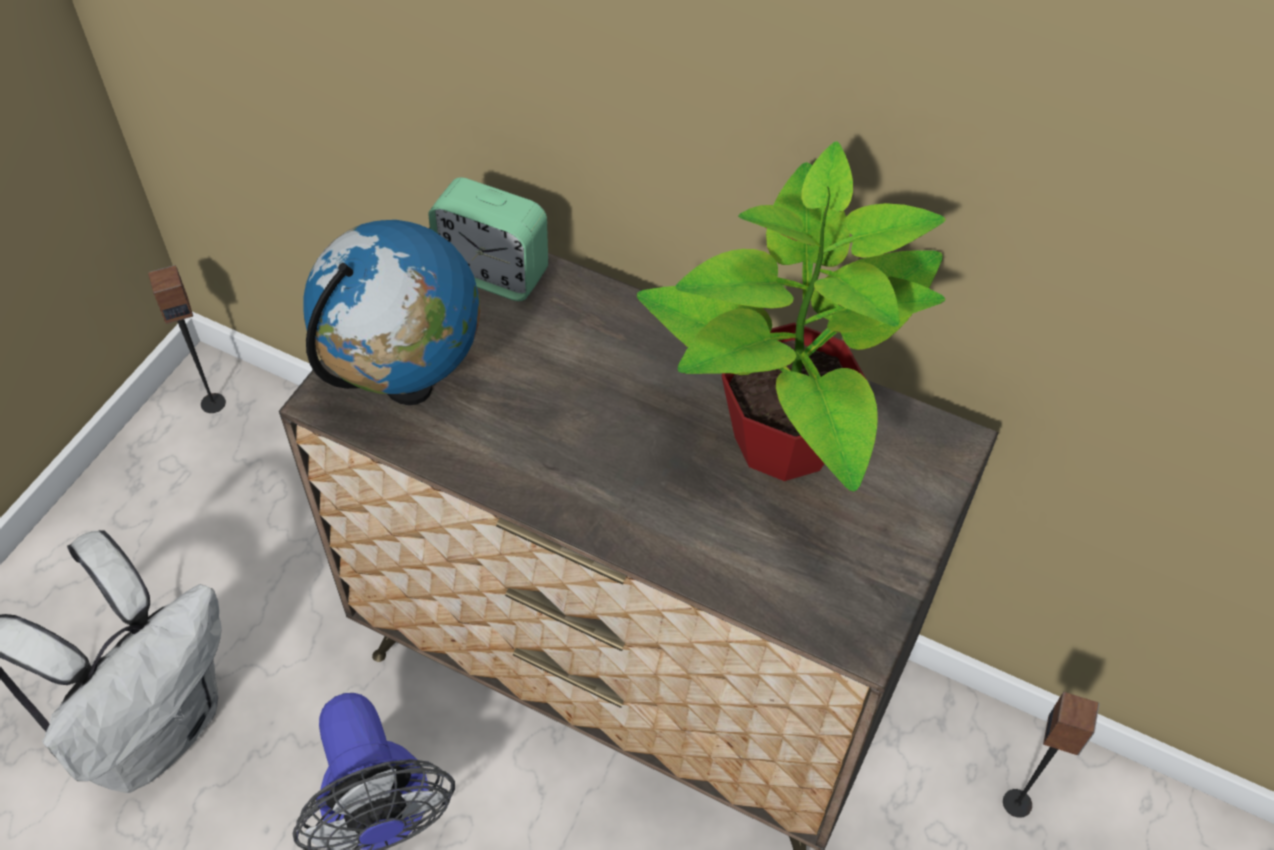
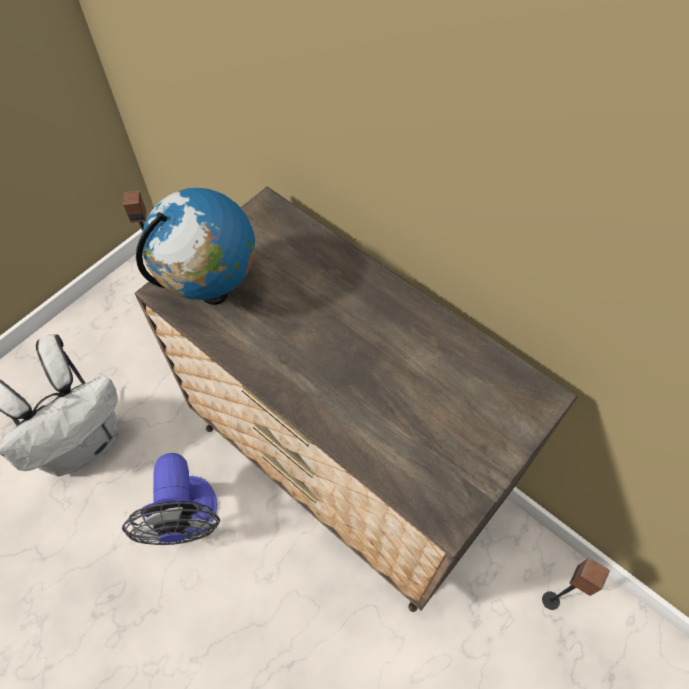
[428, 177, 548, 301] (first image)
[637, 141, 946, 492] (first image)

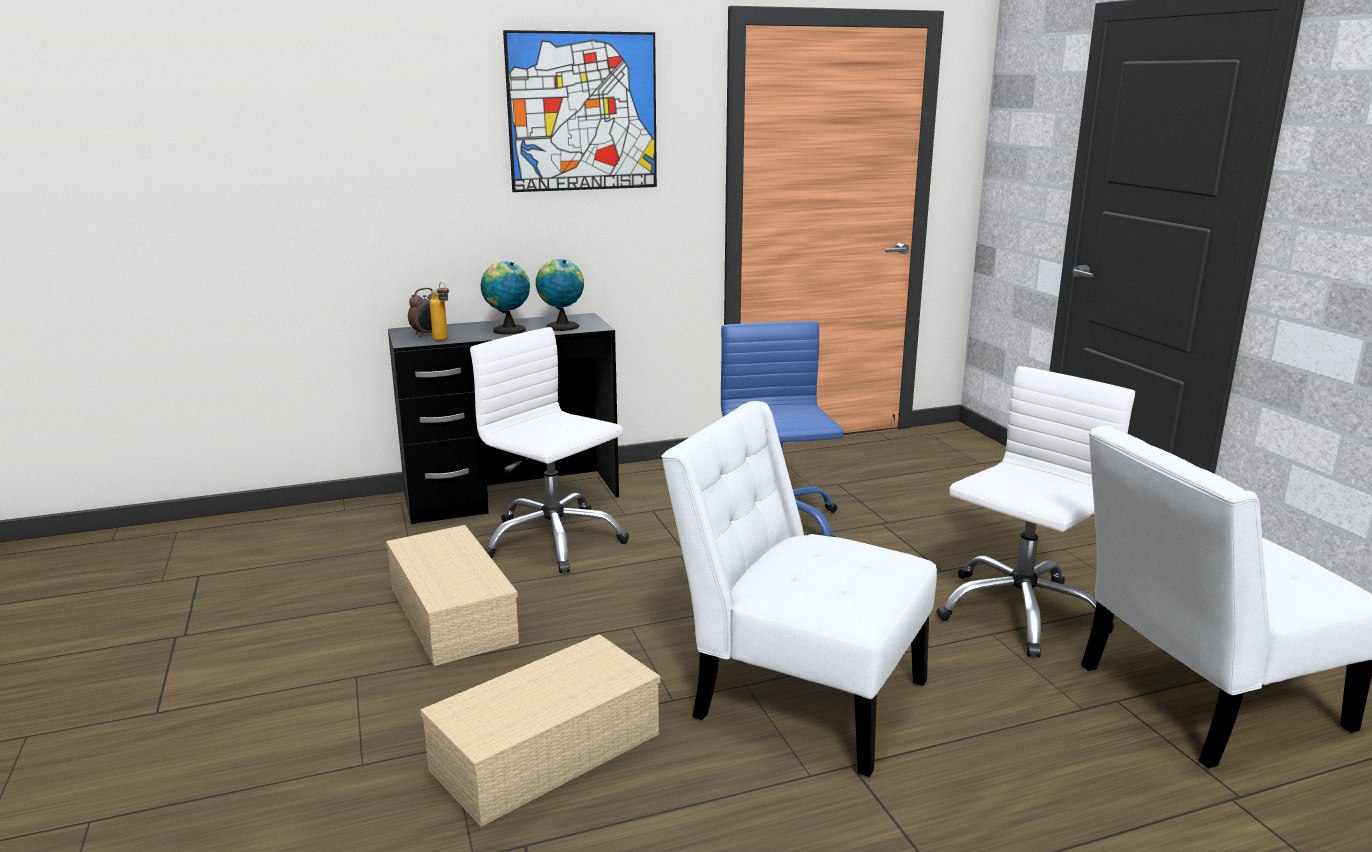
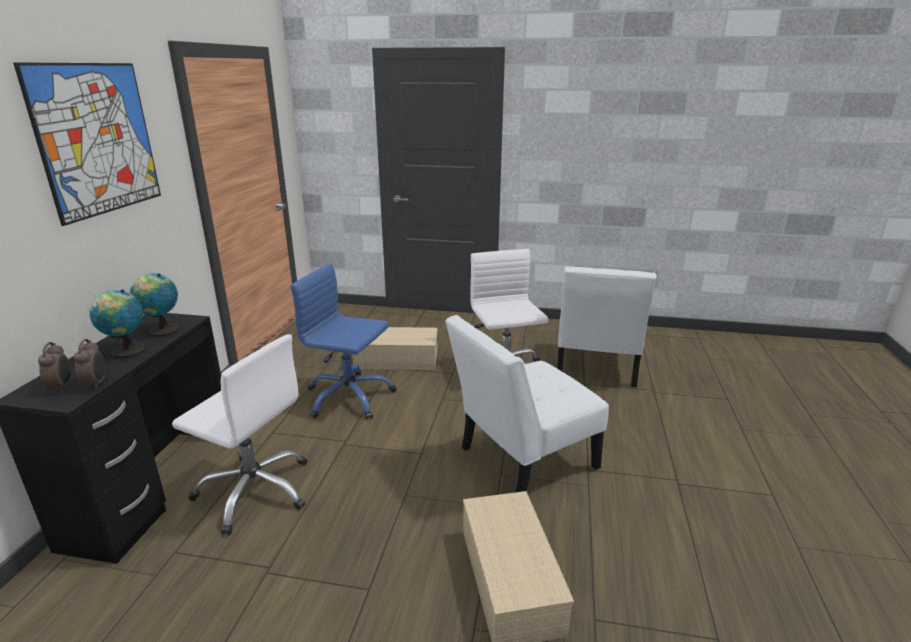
[352, 327, 438, 370]
[74, 339, 105, 389]
[172, 334, 307, 535]

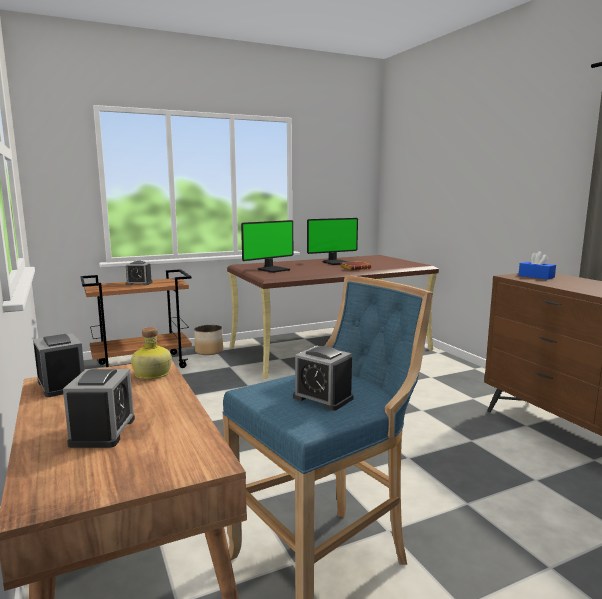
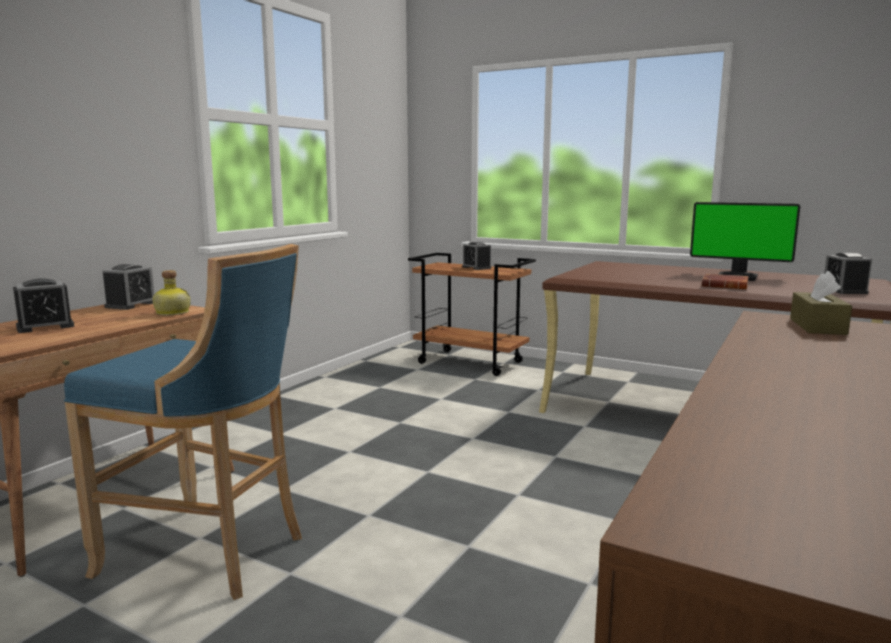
[194, 325, 223, 355] (first image)
[241, 220, 293, 273] (first image)
[824, 253, 872, 294]
[790, 271, 852, 335]

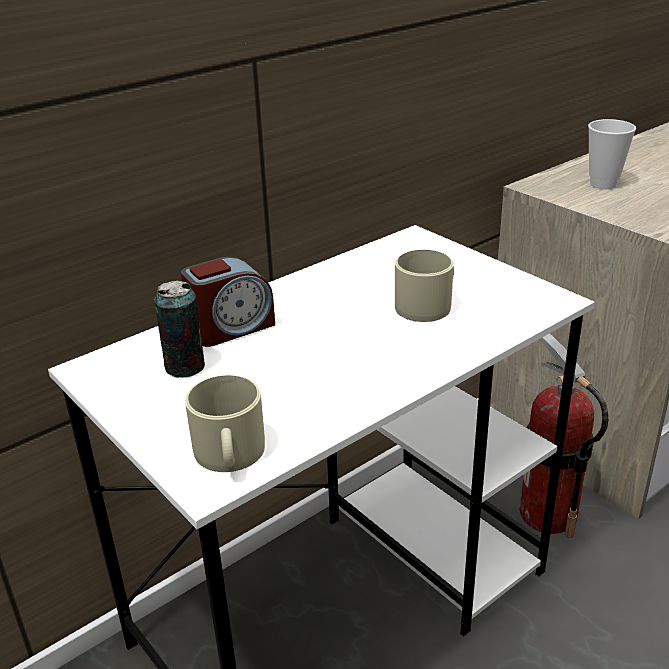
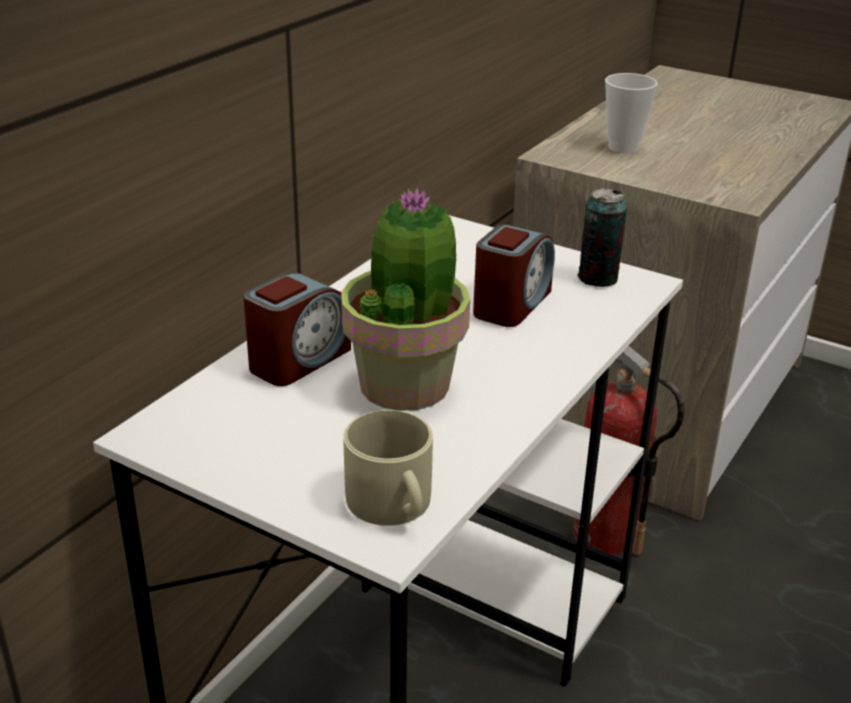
[577, 188, 627, 287]
[473, 224, 555, 327]
[341, 188, 470, 411]

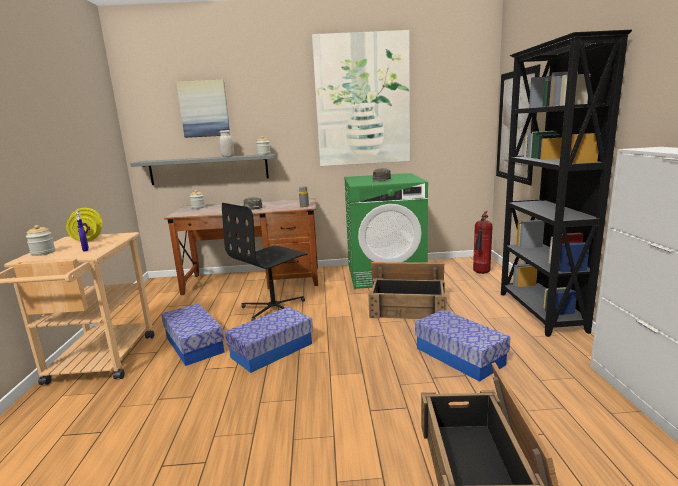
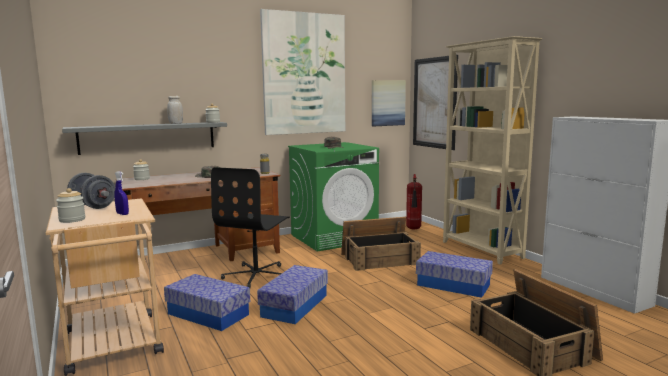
[67, 173, 115, 209]
[372, 80, 406, 127]
[443, 36, 543, 264]

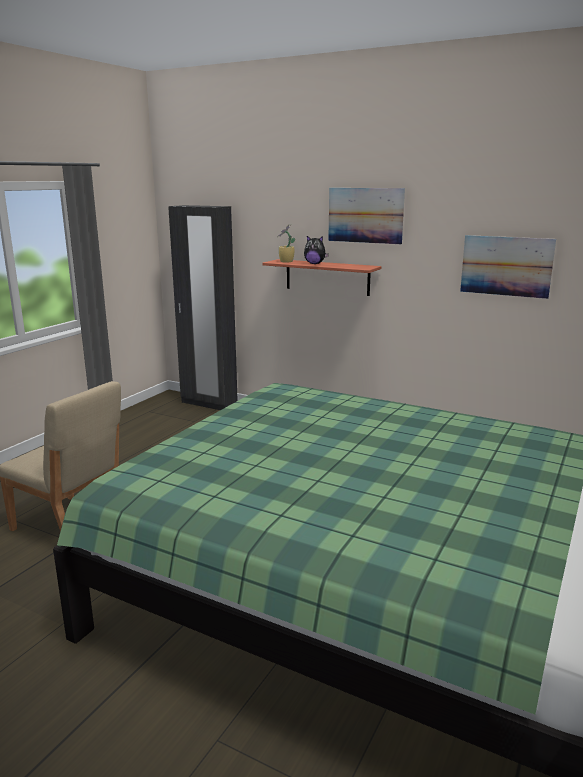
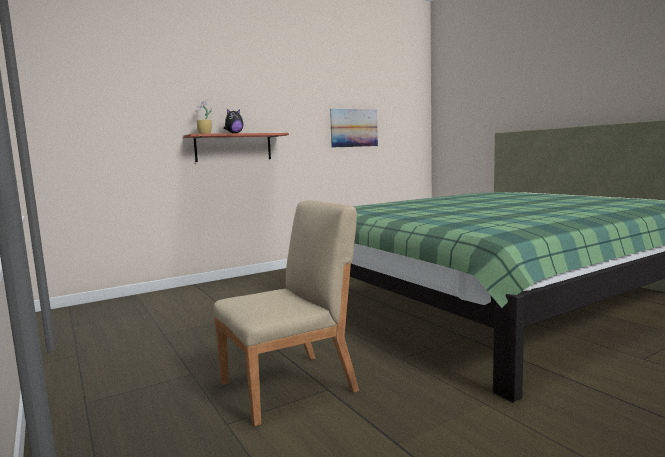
[168, 205, 238, 410] (first image)
[328, 188, 405, 244] (first image)

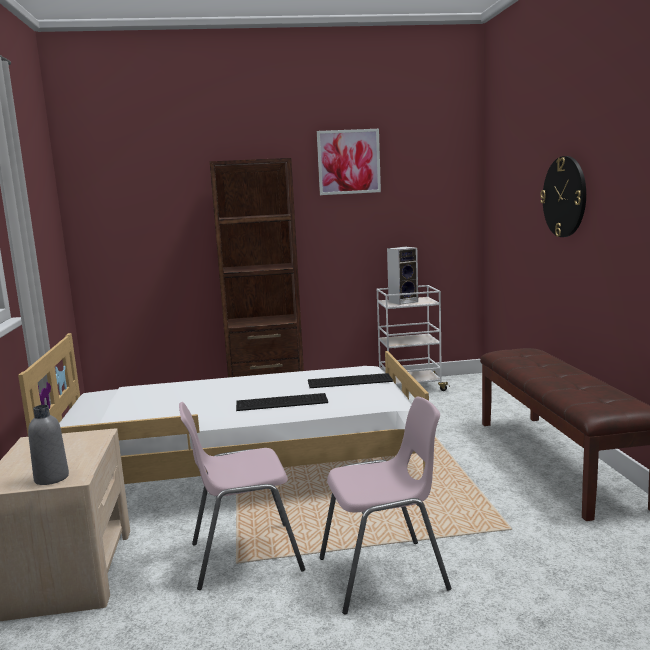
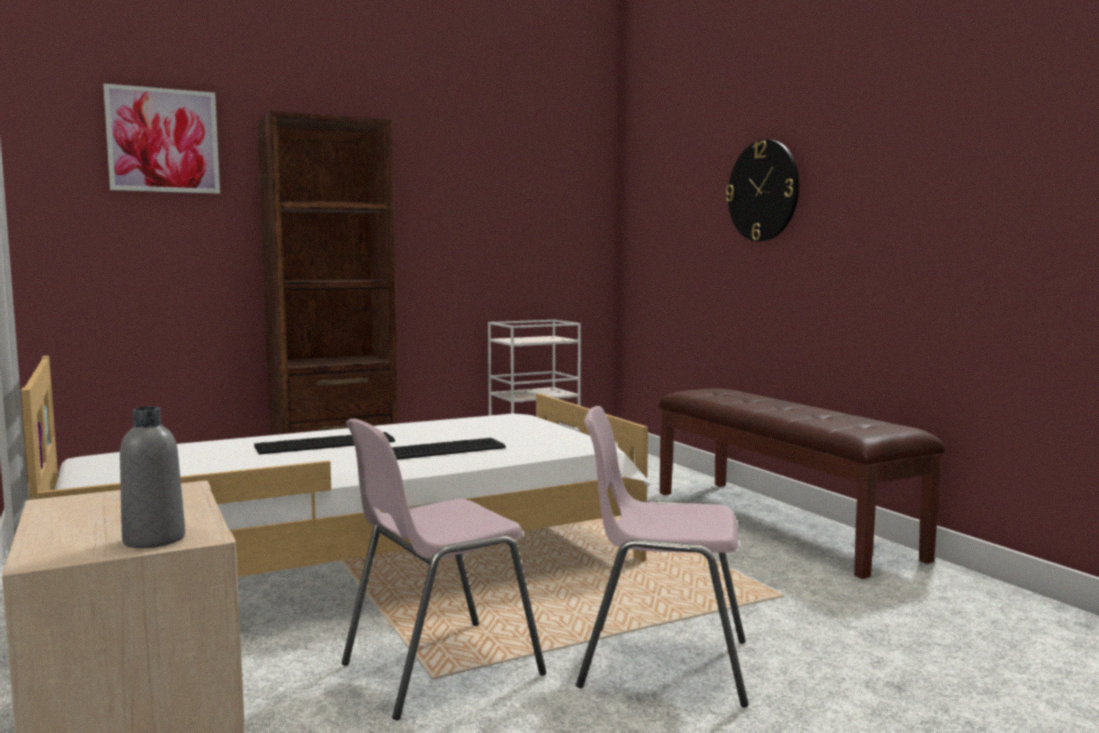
[254, 432, 395, 454]
[103, 83, 220, 194]
[576, 406, 748, 707]
[387, 247, 418, 305] (first image)

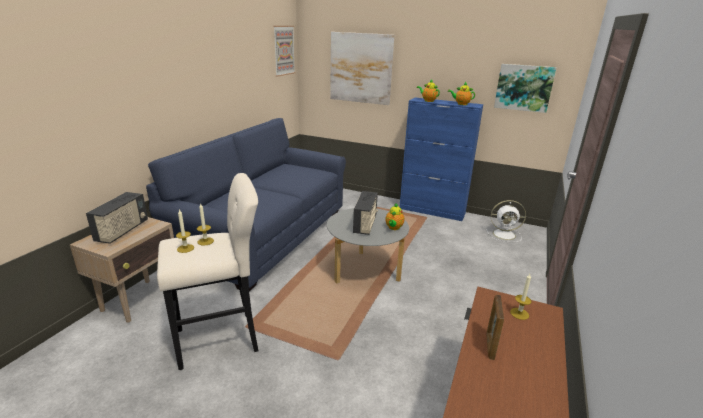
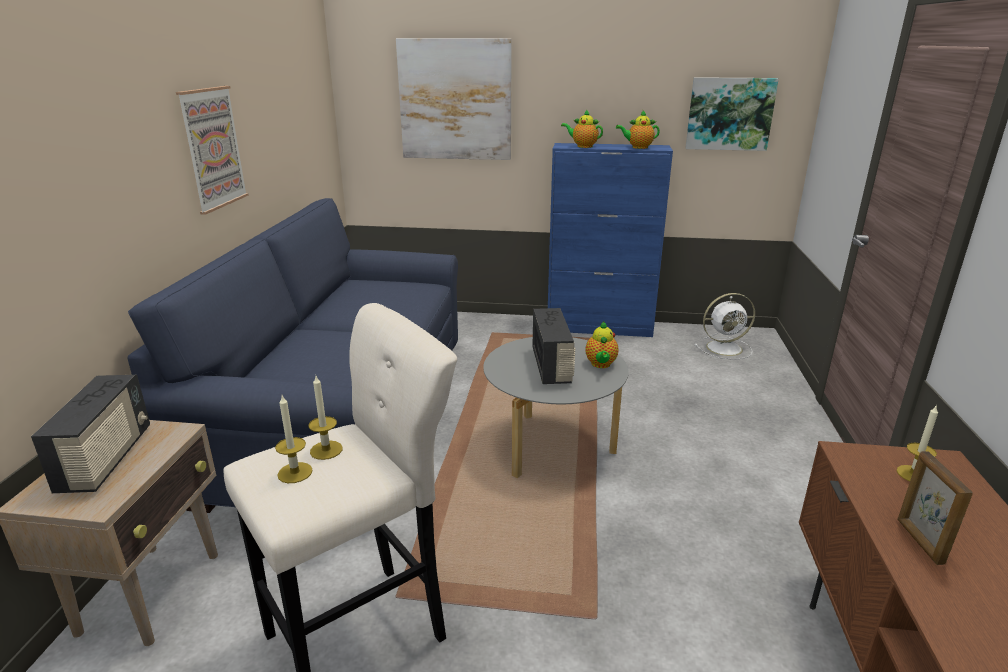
[176, 86, 248, 215]

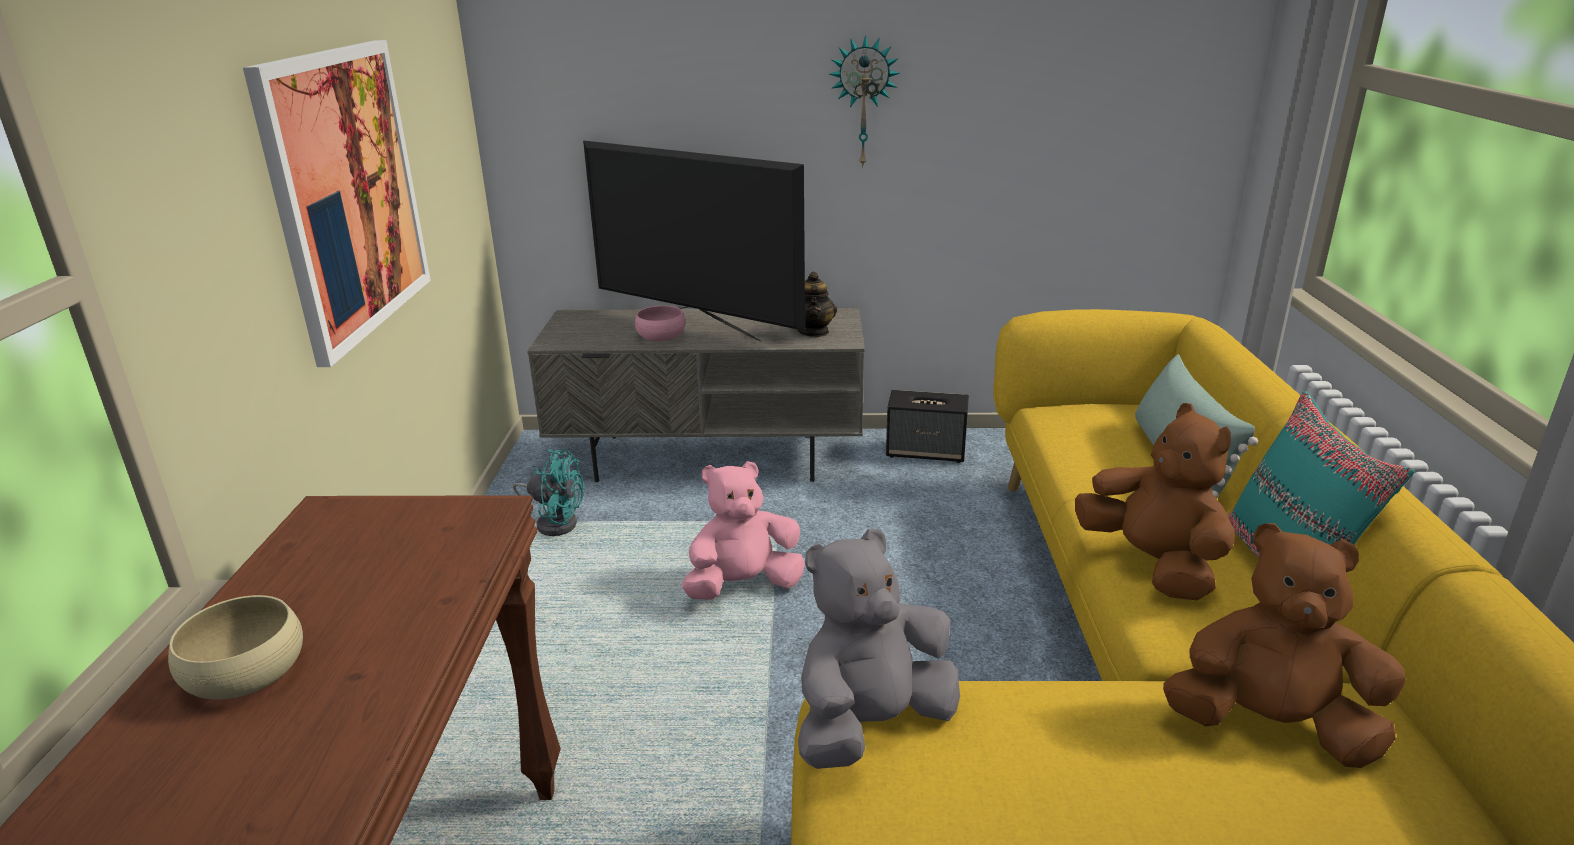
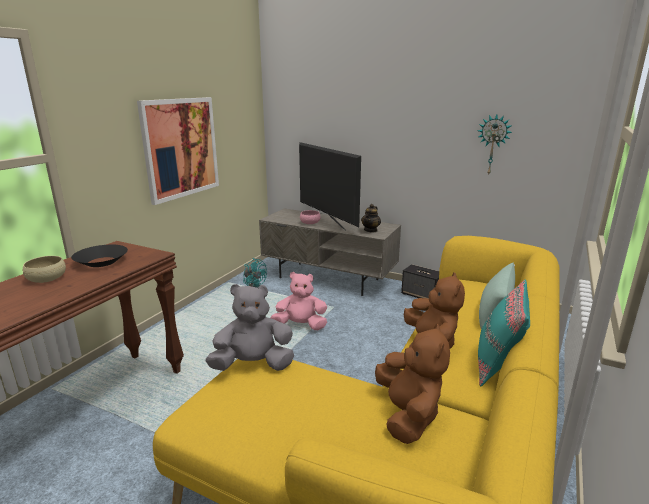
[478, 115, 512, 174]
[375, 324, 450, 444]
[71, 245, 128, 267]

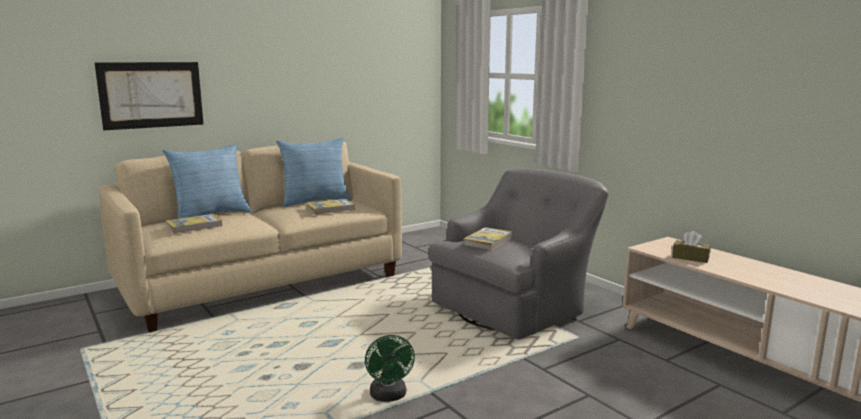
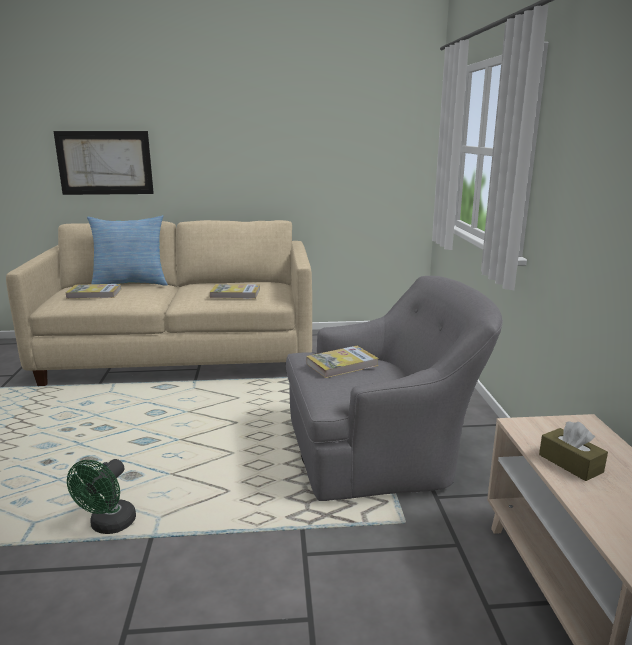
[276, 138, 352, 207] (first image)

